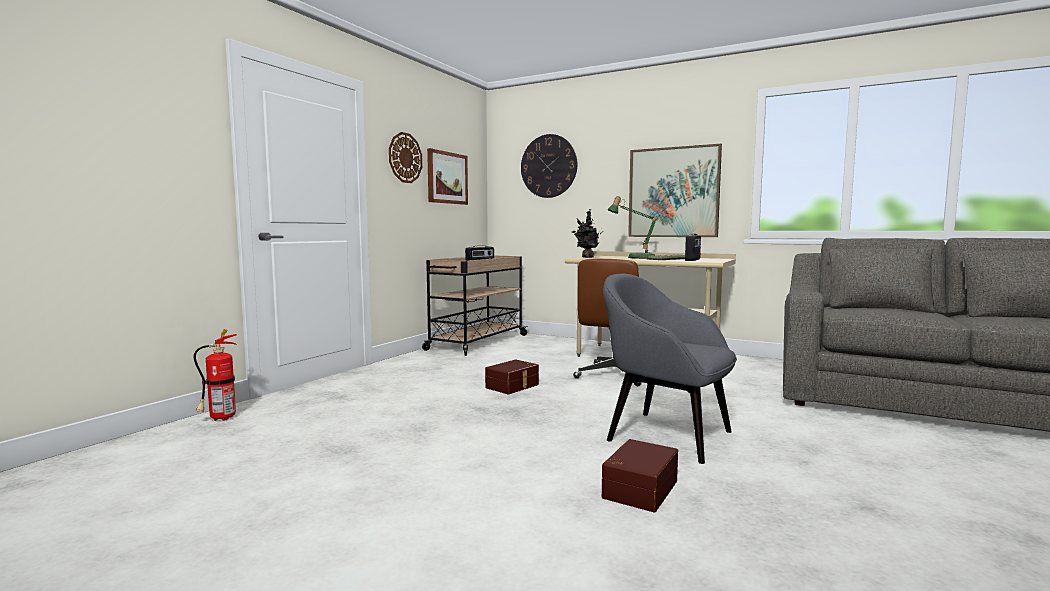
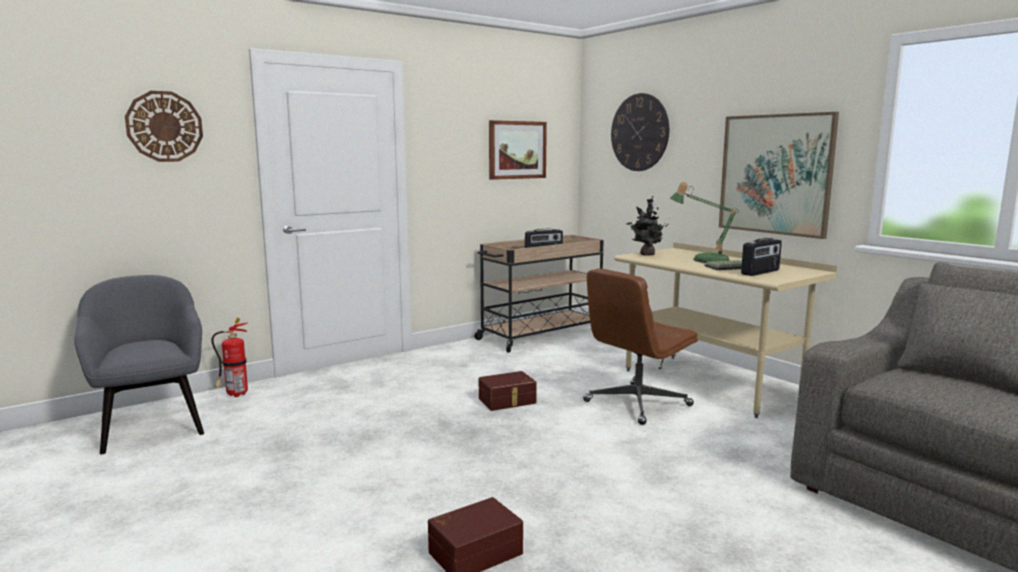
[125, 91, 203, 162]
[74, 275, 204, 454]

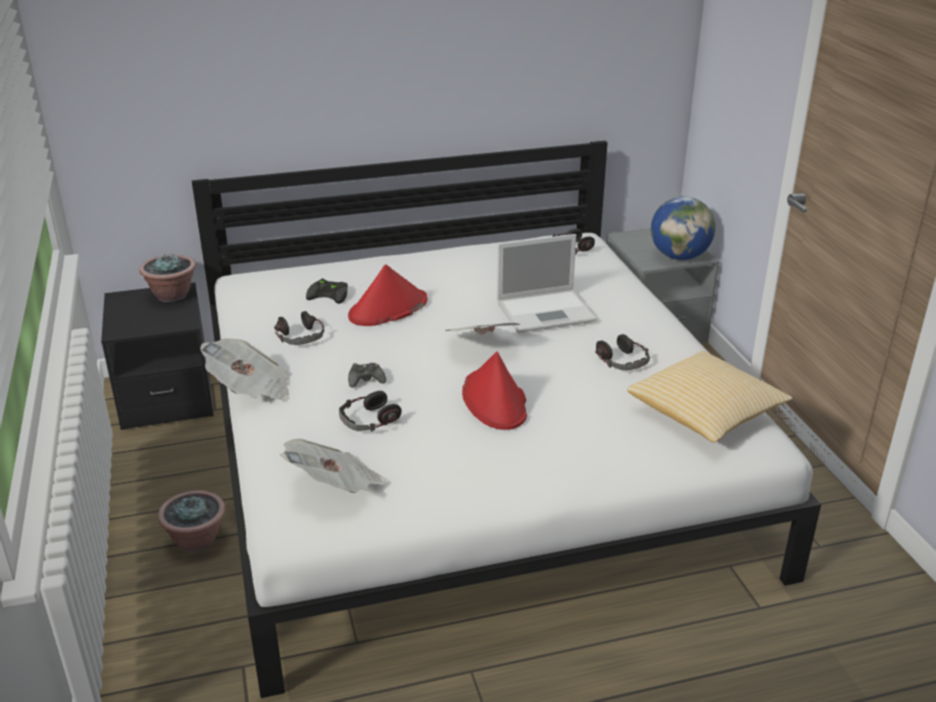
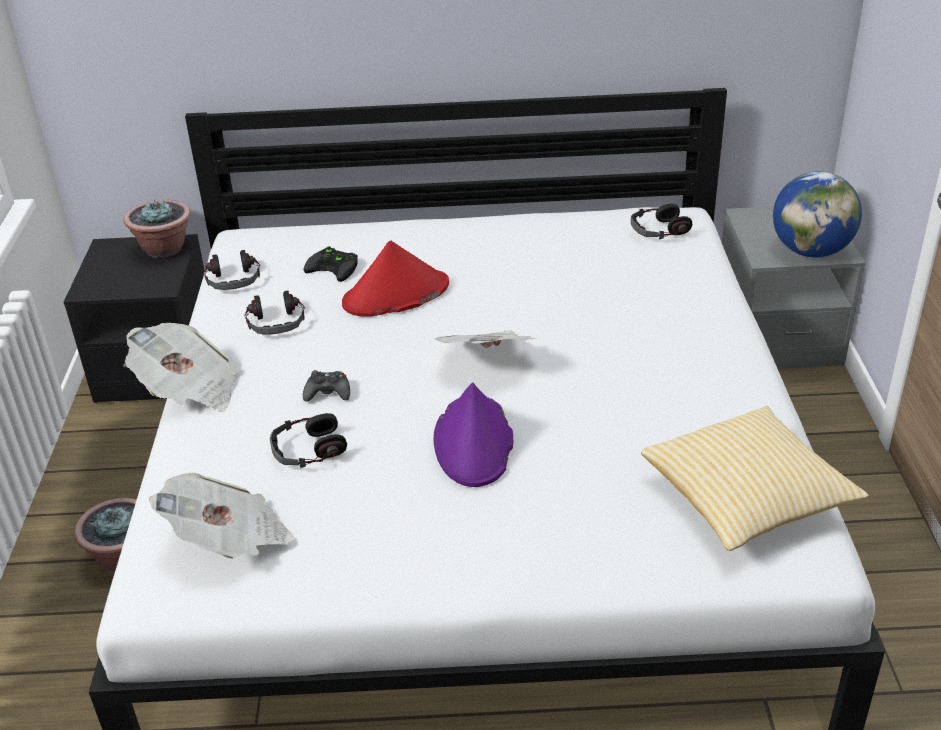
[433, 382, 513, 487]
[497, 234, 597, 333] (first image)
[203, 250, 261, 290]

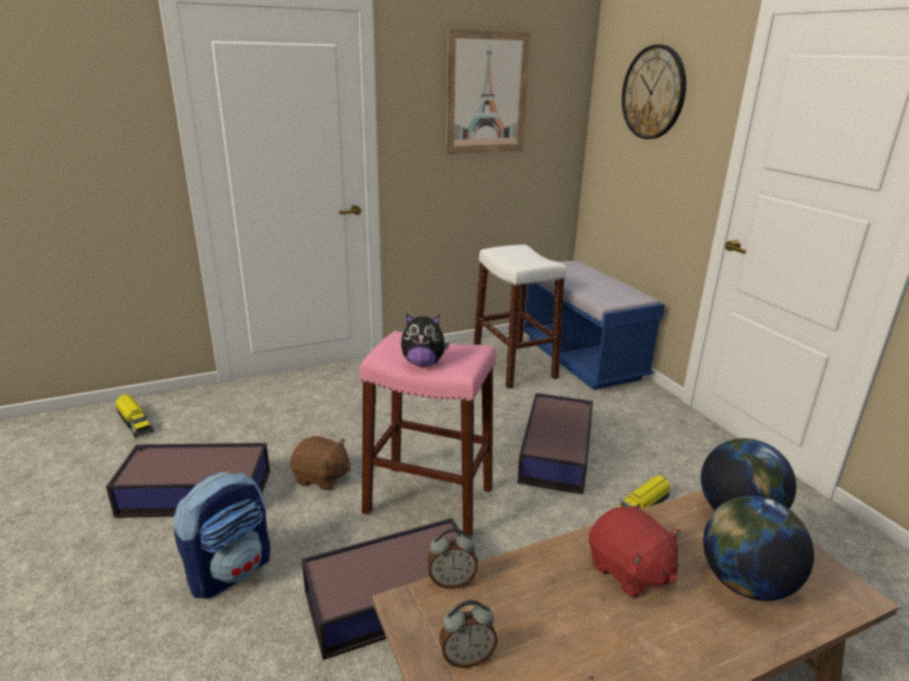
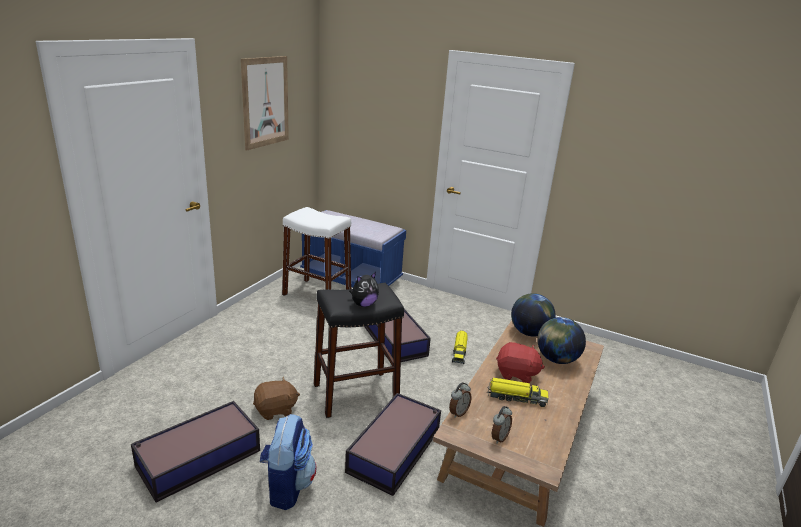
[487, 378, 548, 407]
[314, 283, 404, 418]
[622, 44, 686, 139] (first image)

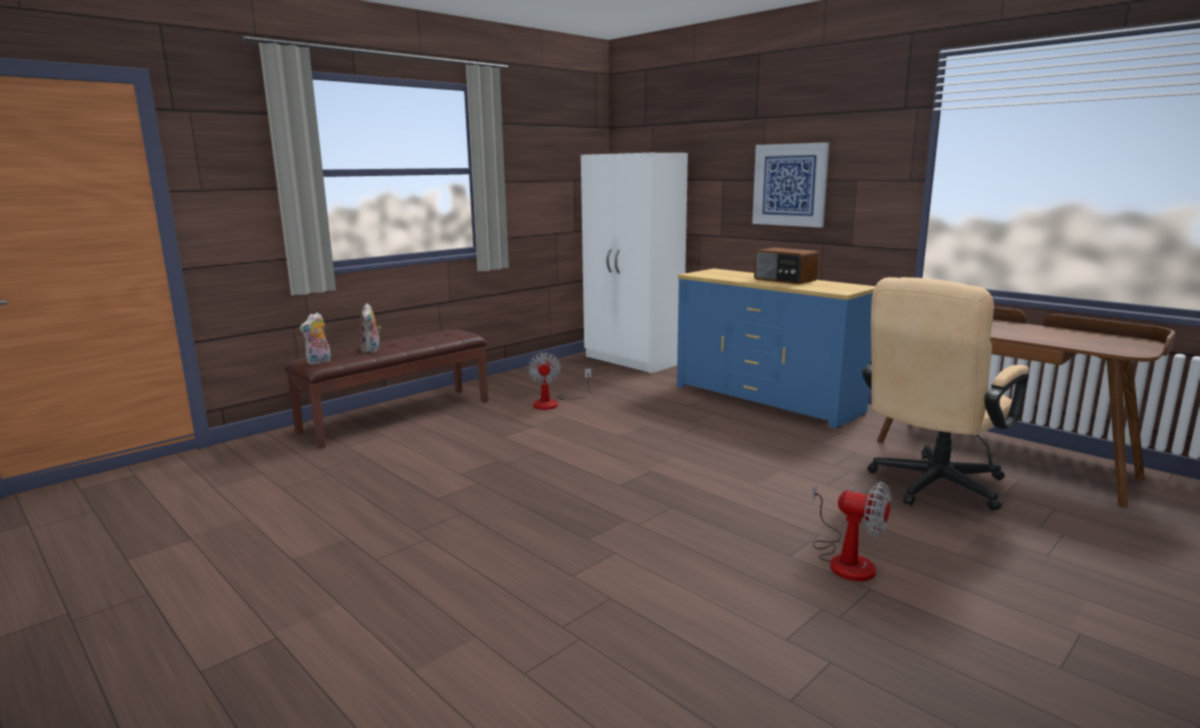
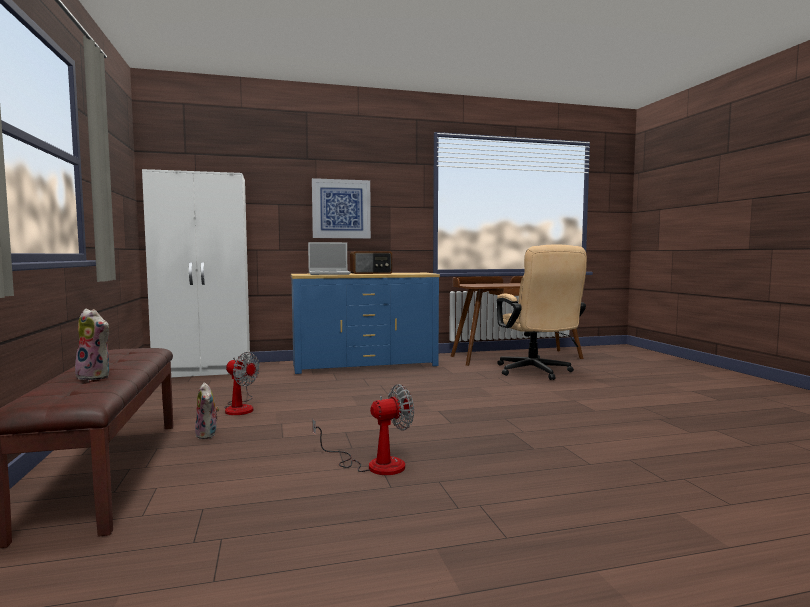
[195, 382, 220, 439]
[313, 384, 414, 475]
[308, 242, 351, 275]

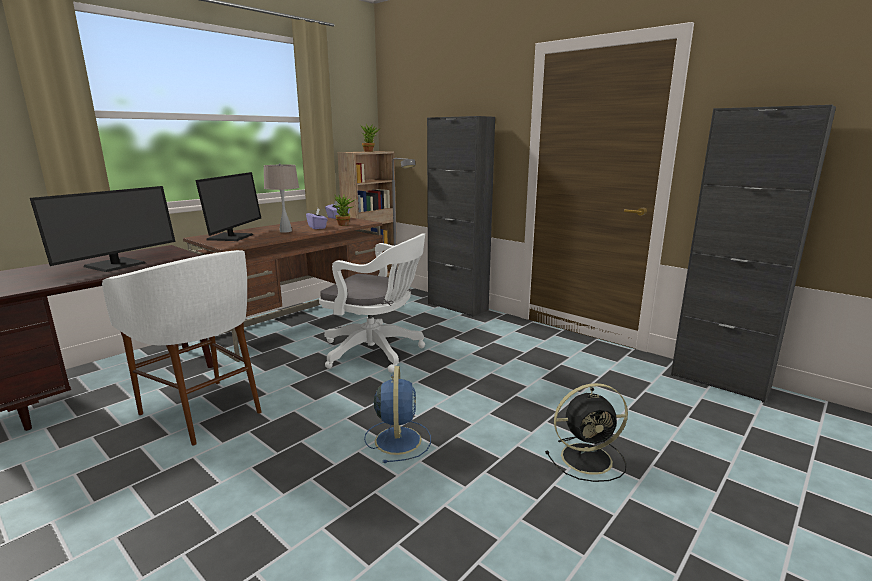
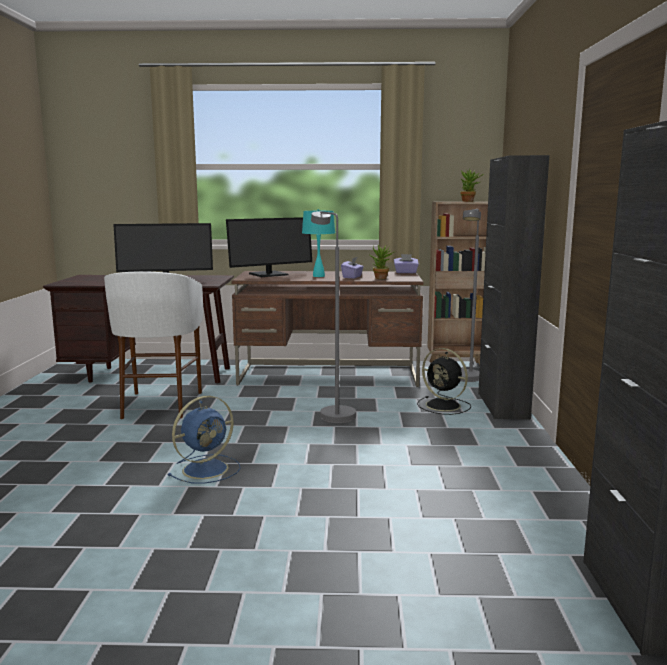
[302, 209, 335, 277]
[311, 211, 356, 423]
[417, 348, 471, 415]

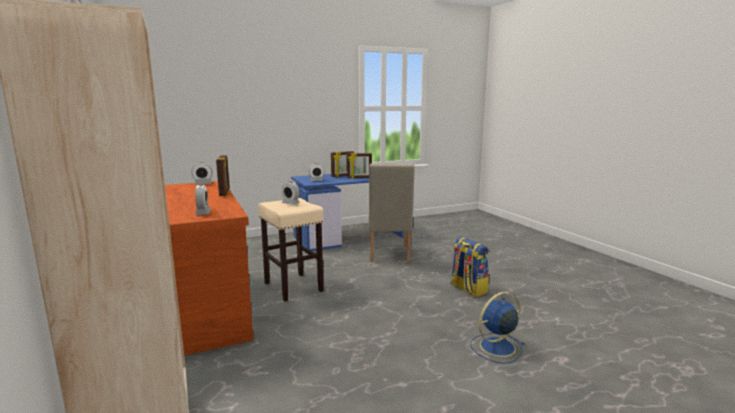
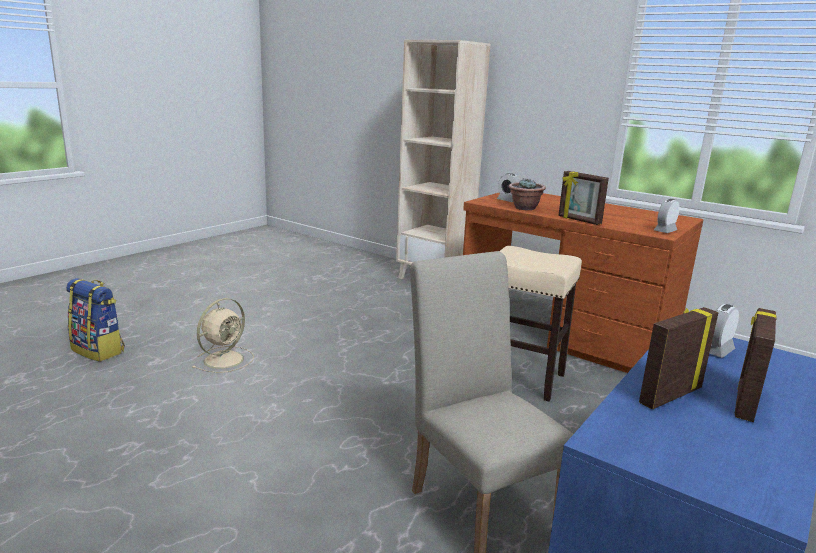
[281, 182, 300, 205] (first image)
[66, 278, 125, 362]
[192, 298, 254, 373]
[508, 178, 546, 210]

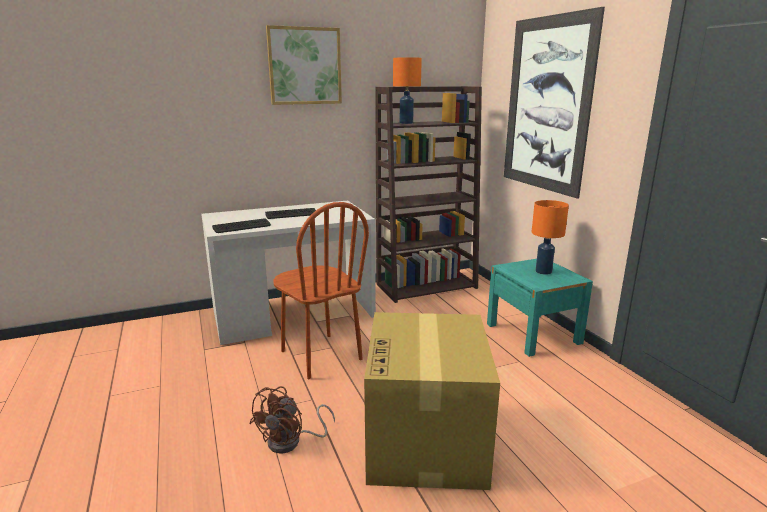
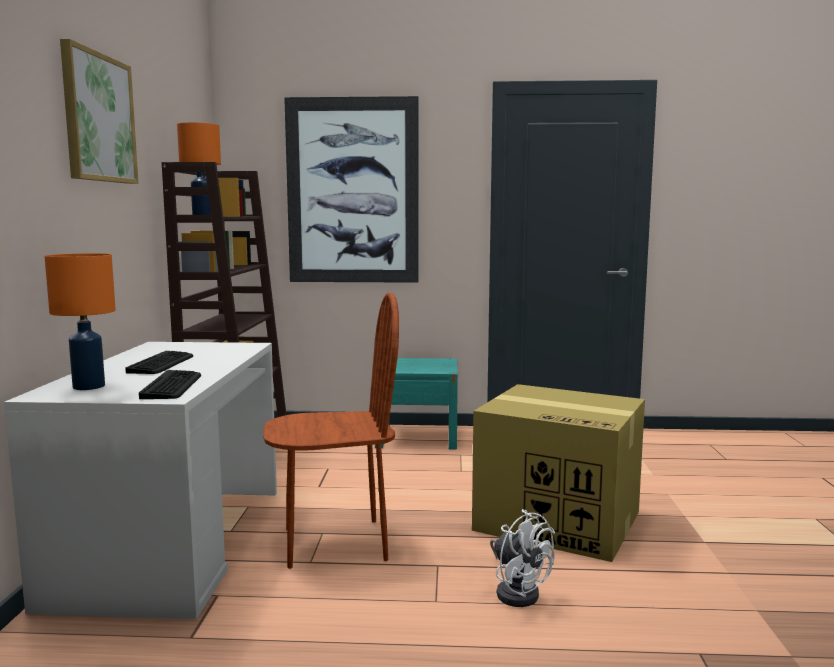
[490, 509, 555, 607]
[45, 253, 116, 390]

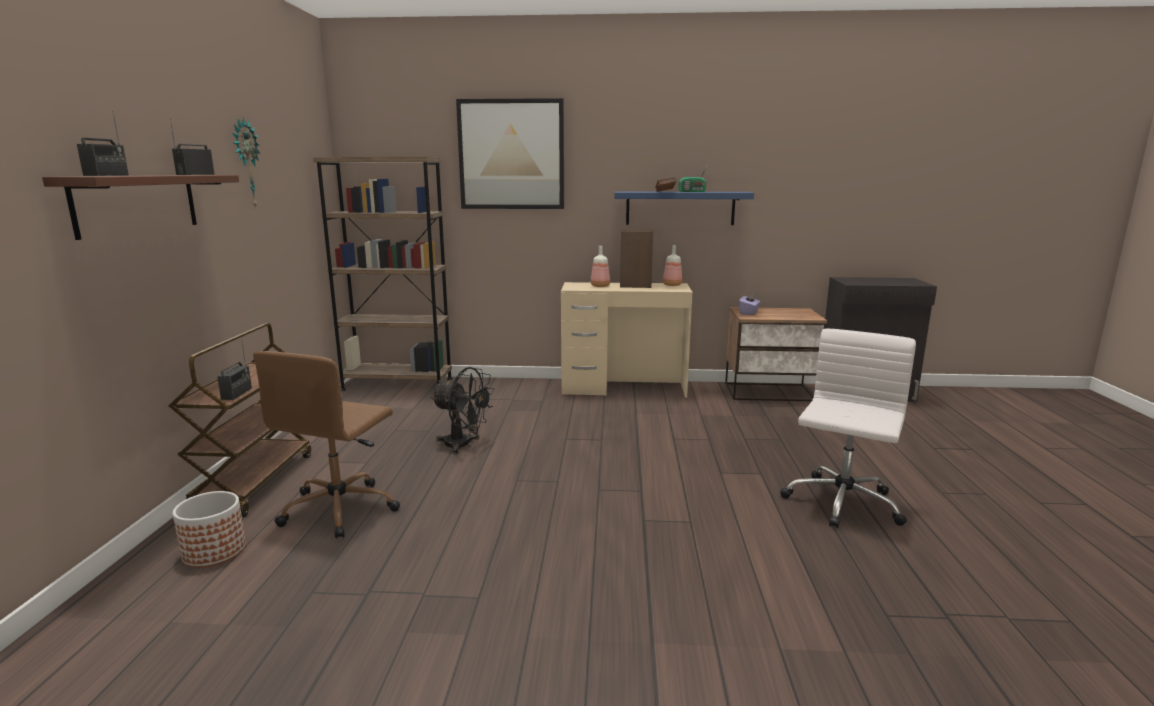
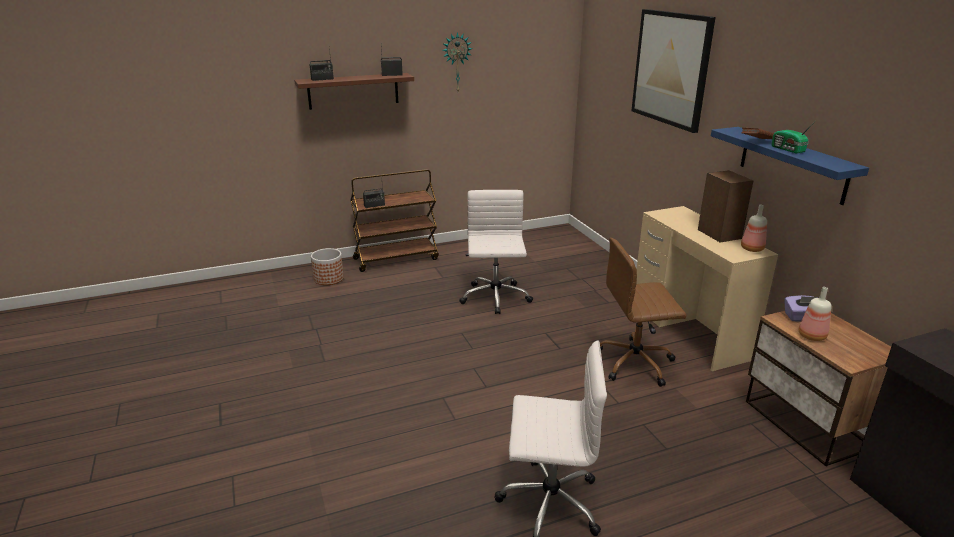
[600, 238, 686, 387]
[313, 157, 453, 391] (first image)
[459, 190, 533, 314]
[799, 287, 832, 341]

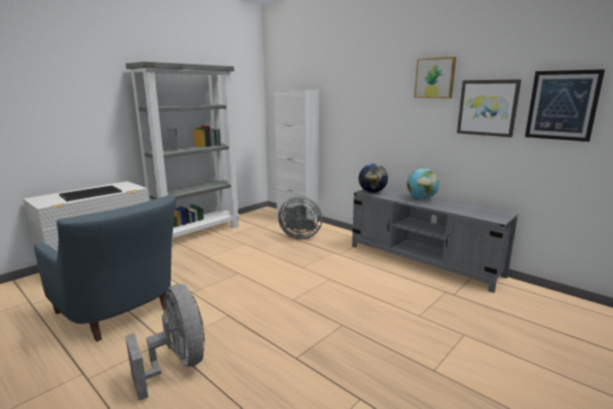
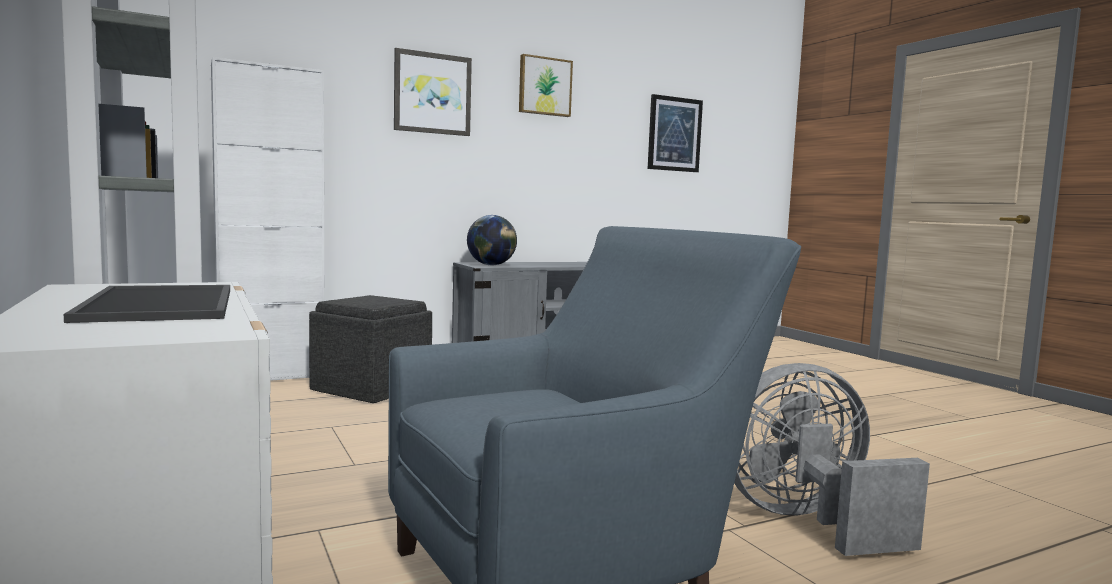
[309, 295, 432, 403]
[407, 168, 439, 199] (first image)
[394, 48, 472, 136]

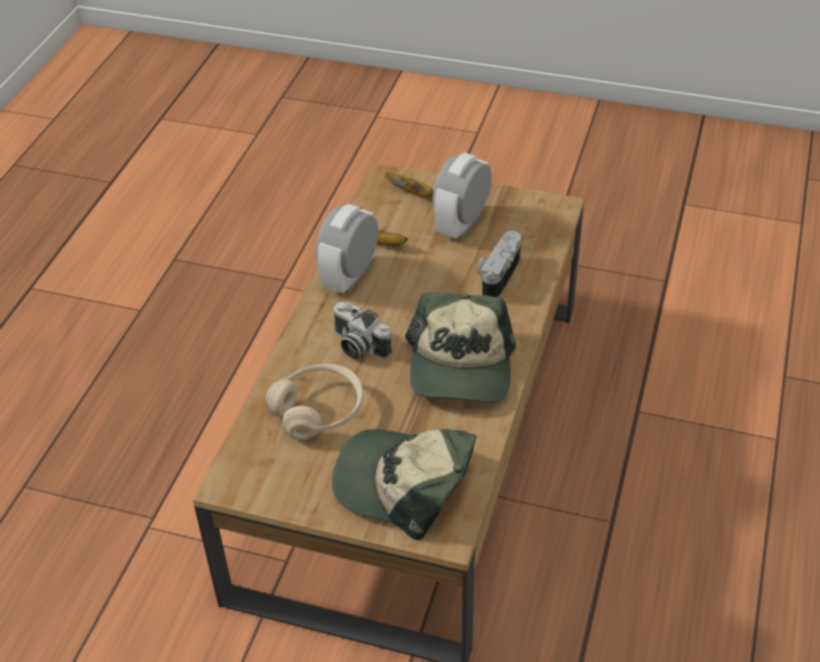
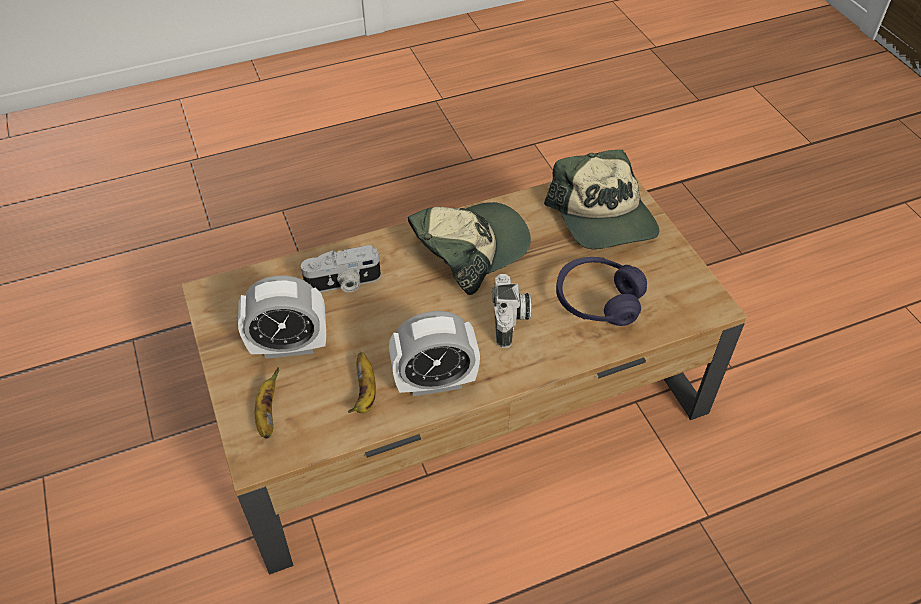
[556, 257, 647, 326]

